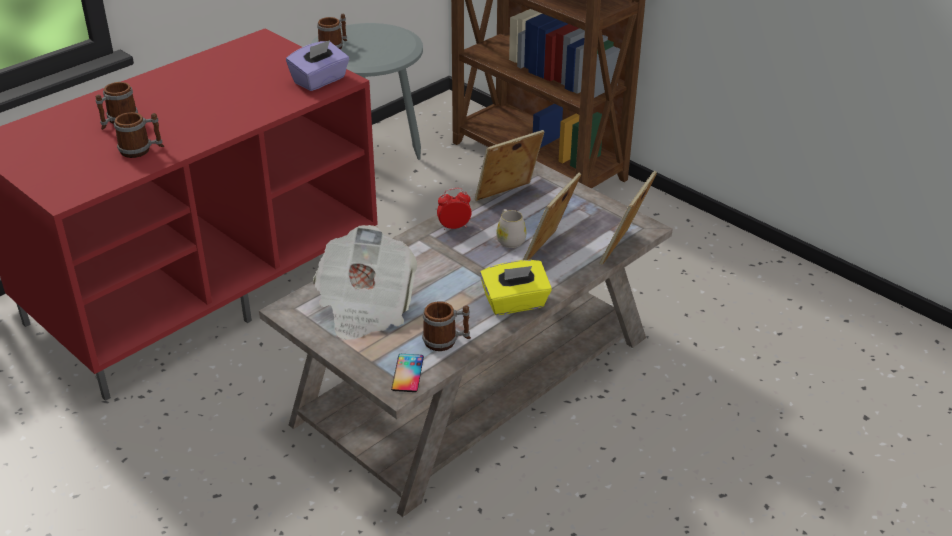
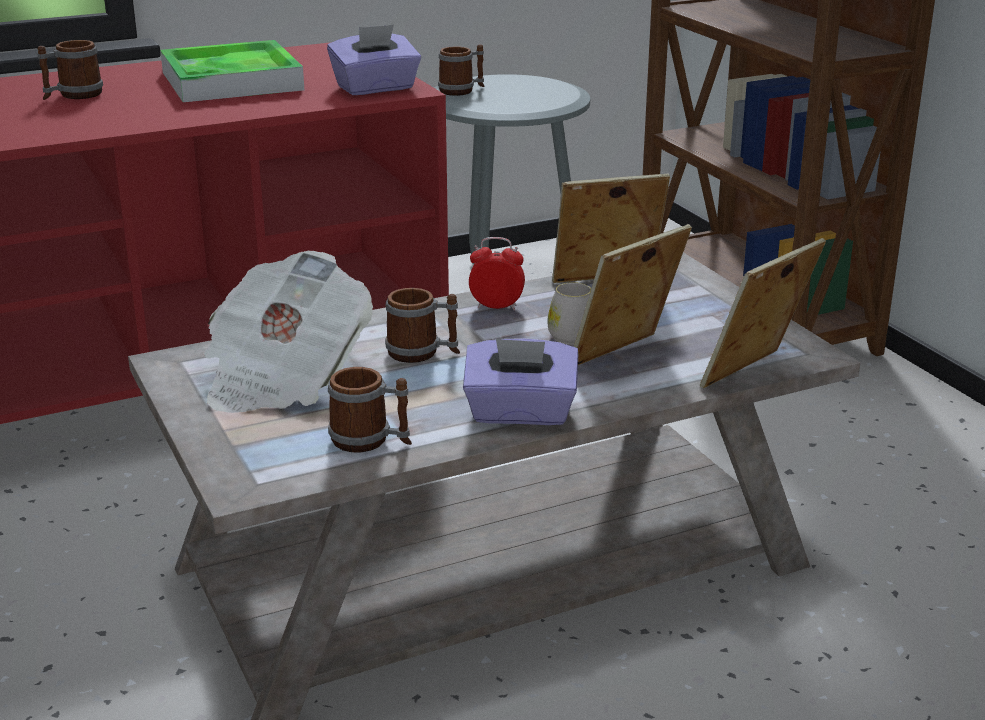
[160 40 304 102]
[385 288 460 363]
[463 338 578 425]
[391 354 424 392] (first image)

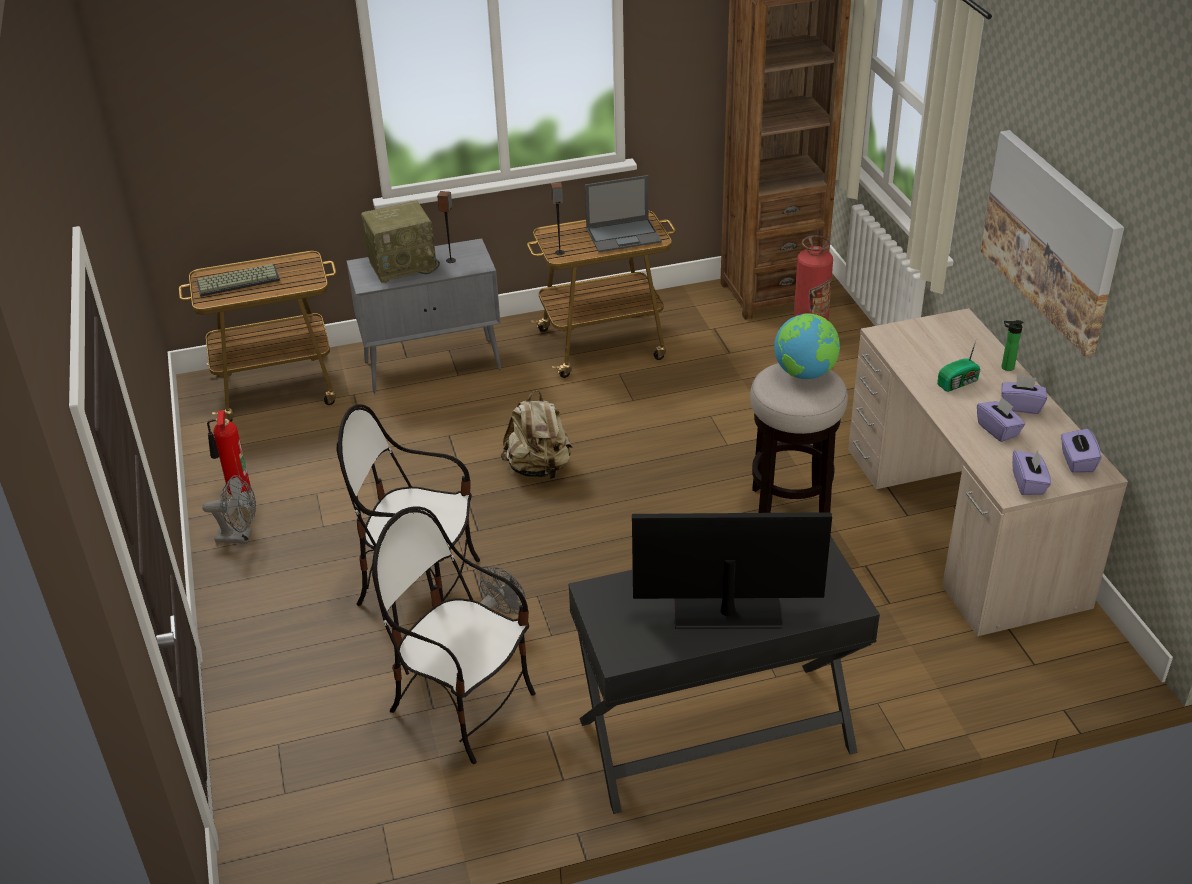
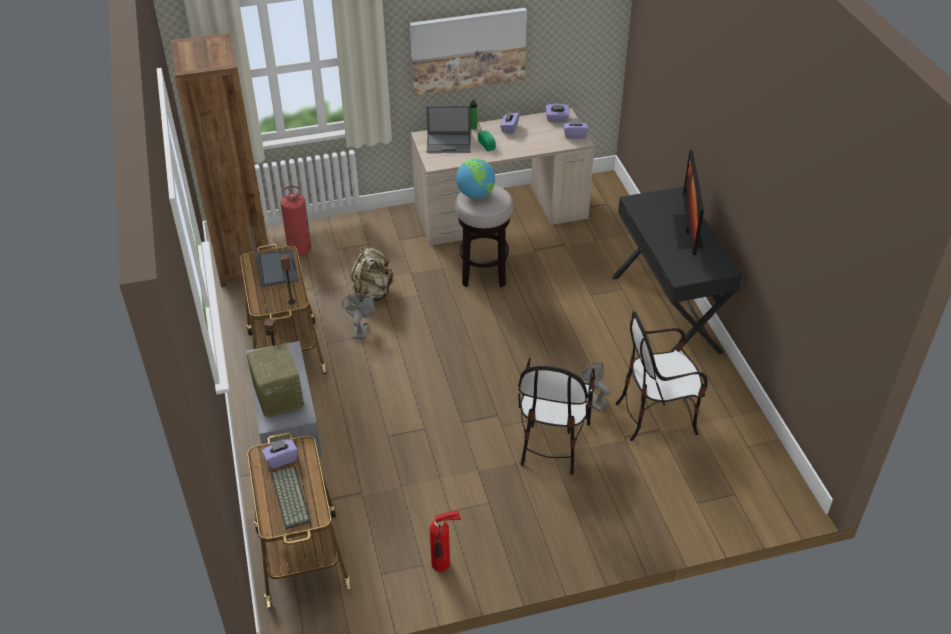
[262 439 298 469]
[342 293 378 339]
[350 248 394 303]
[426 106 471 153]
[615 311 708 441]

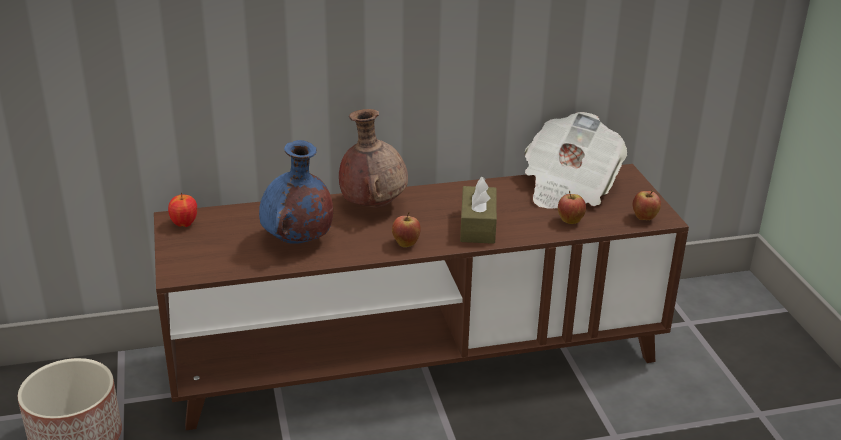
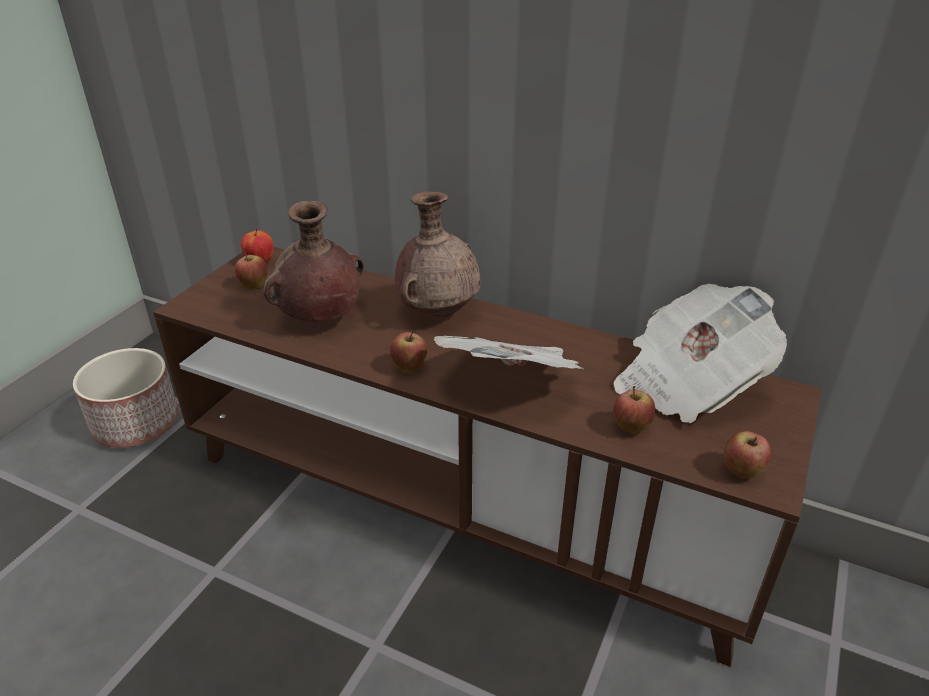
[235 251 268 290]
[263 201 364 322]
[434 336 584 369]

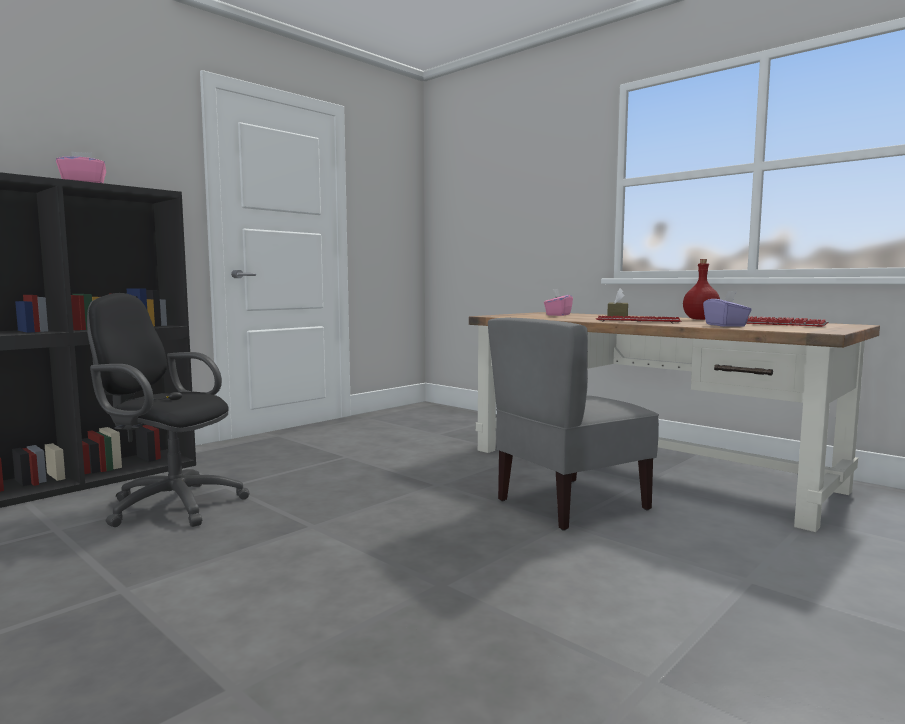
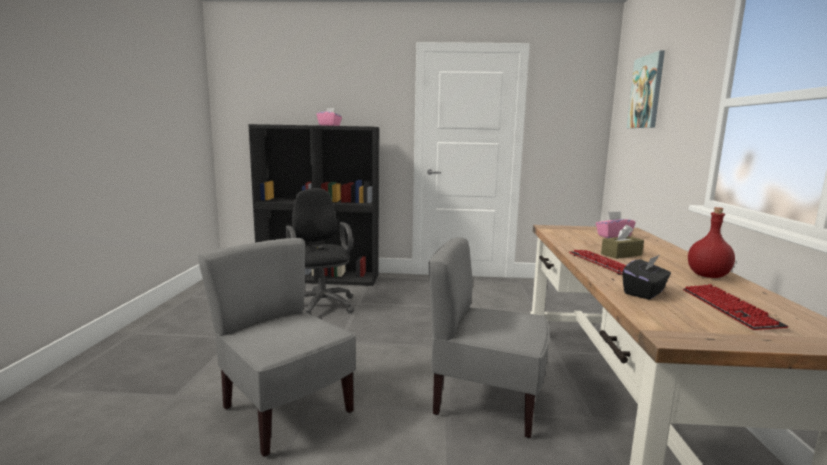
[198 238 356 457]
[623 255 671 300]
[627 50 665 128]

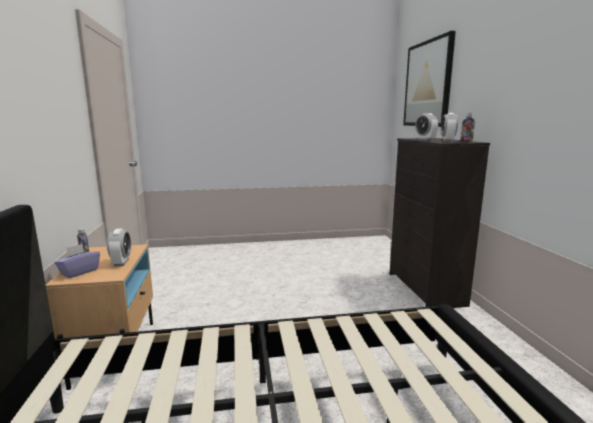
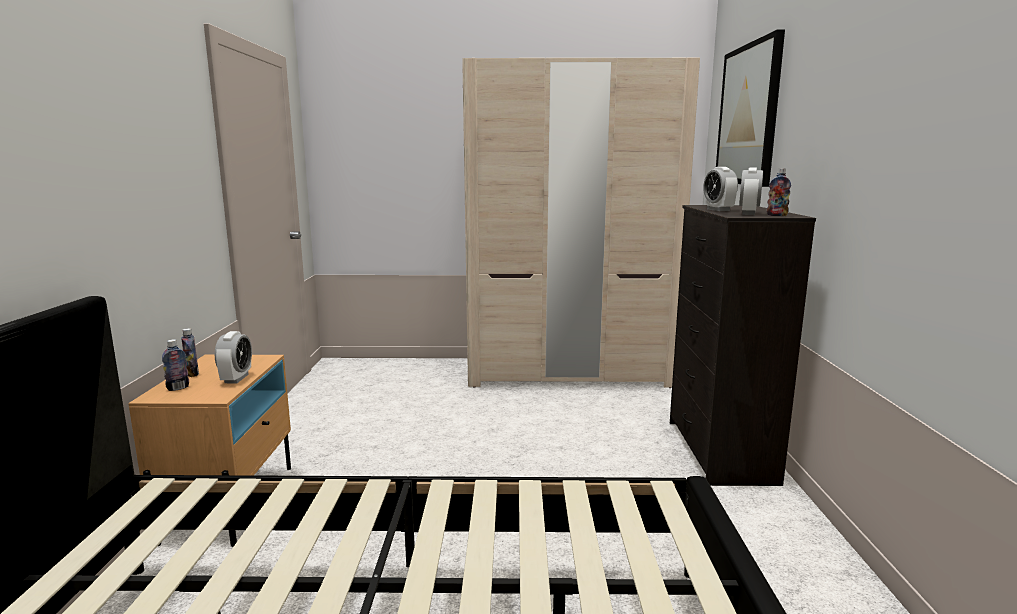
[162 339 189 391]
[462 57 700 388]

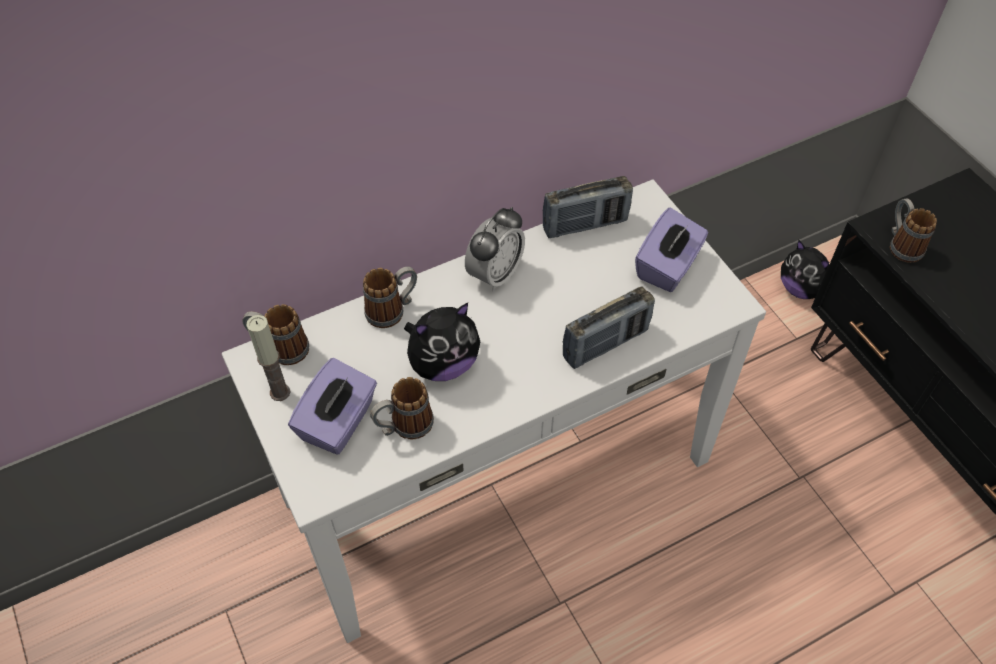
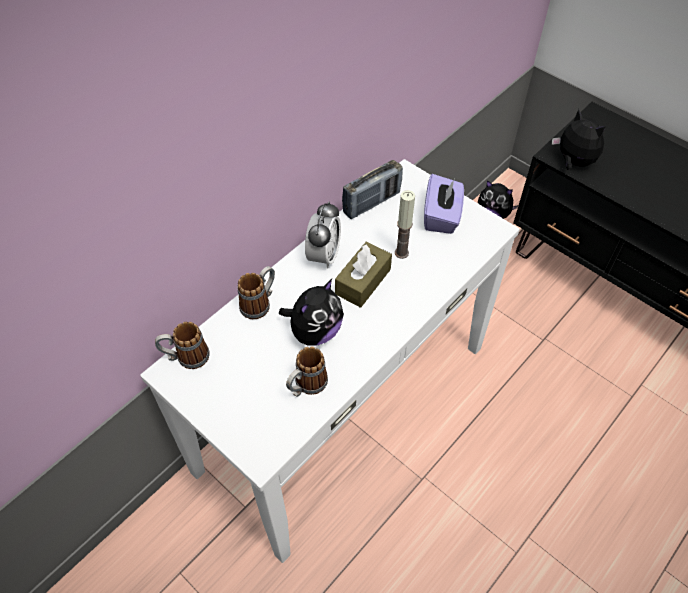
[335 241 392 308]
[395 190 415 259]
[552 109 606 170]
[288 358 377 455] (first image)
[563 286 655 369] (first image)

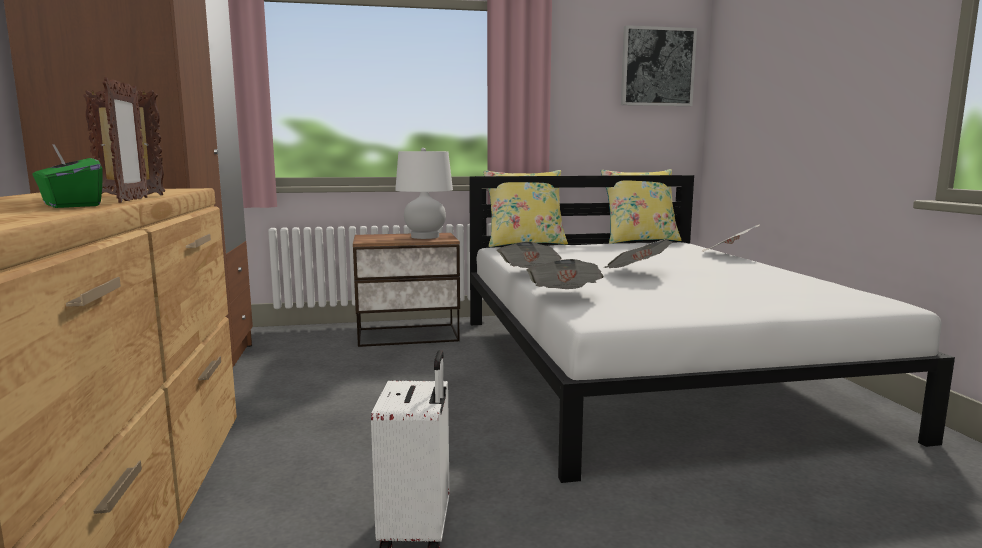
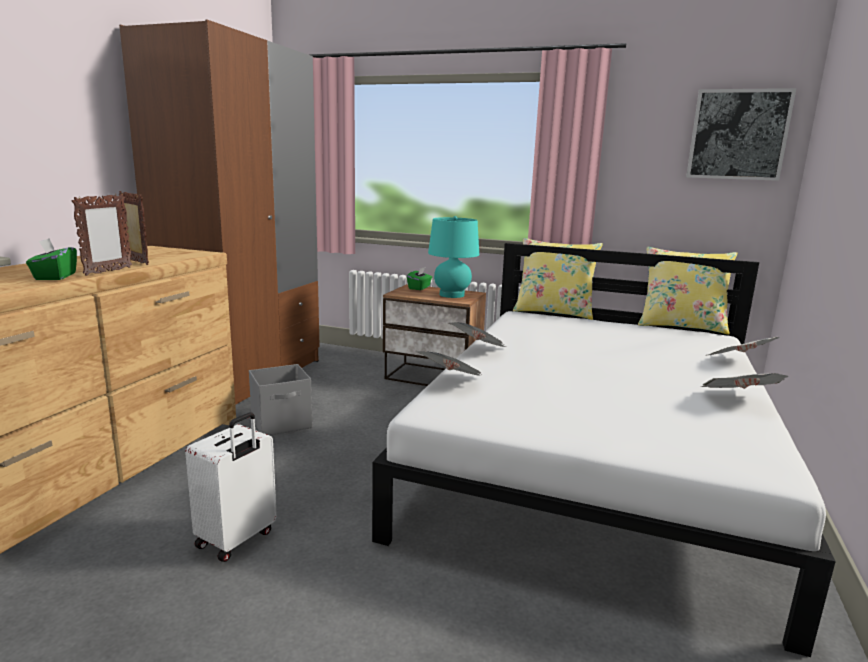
[249 364 312 435]
[407 267 432 290]
[428 216 479 298]
[701 373 788 389]

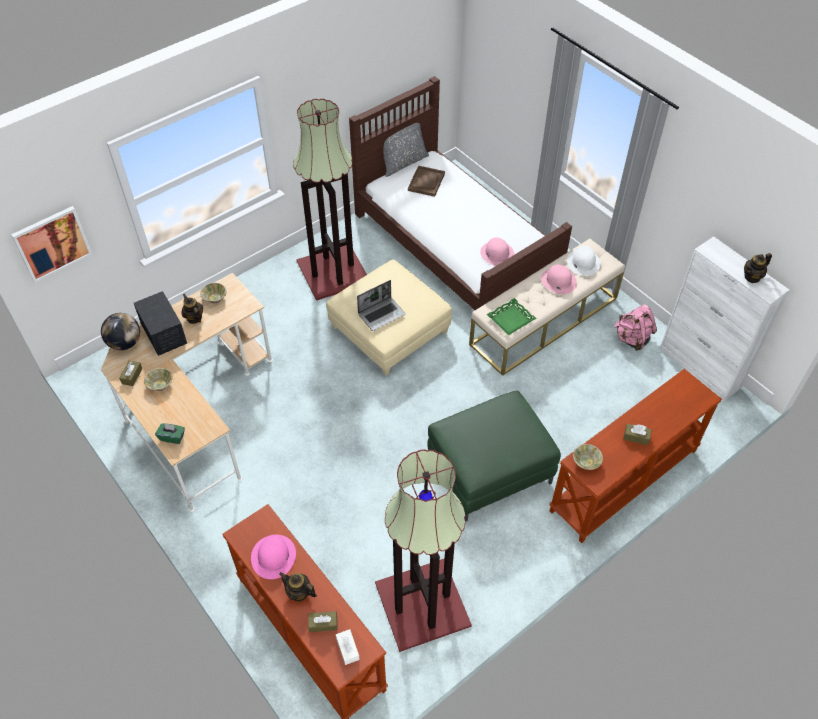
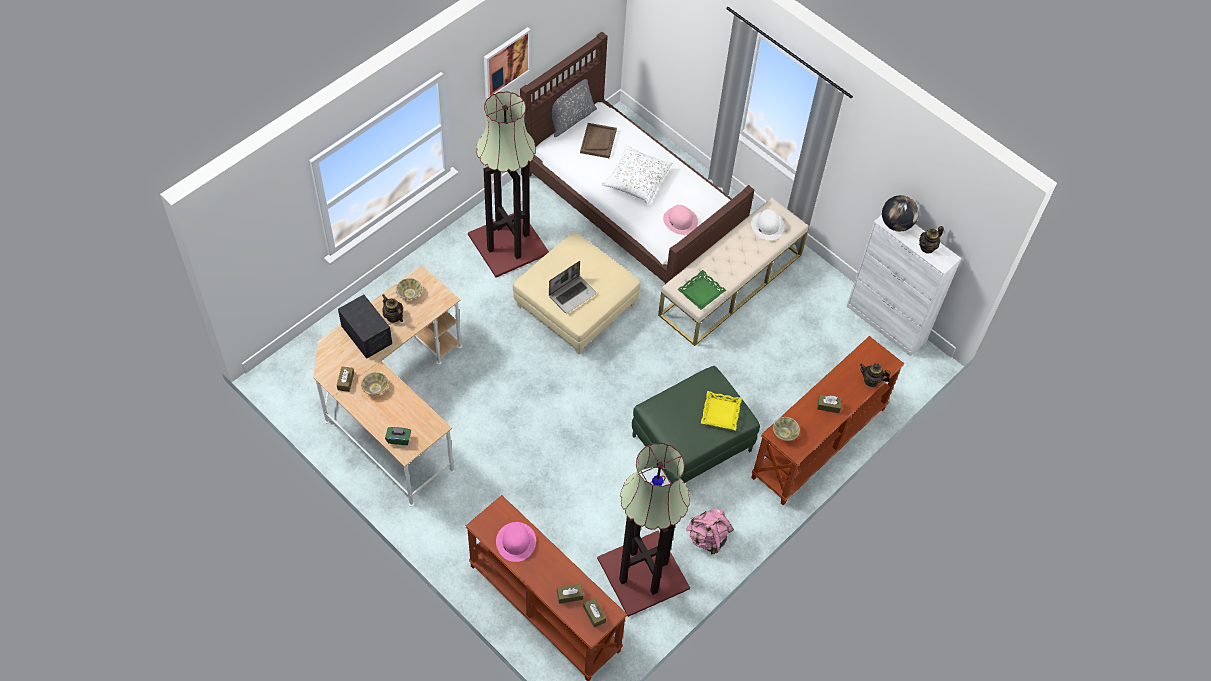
[484 27 531 99]
[583 598 606 628]
[601 145 672 204]
[686 508 734 554]
[701 391 742 430]
[860 363 891 387]
[882 195 919 231]
[541 265 577 294] (first image)

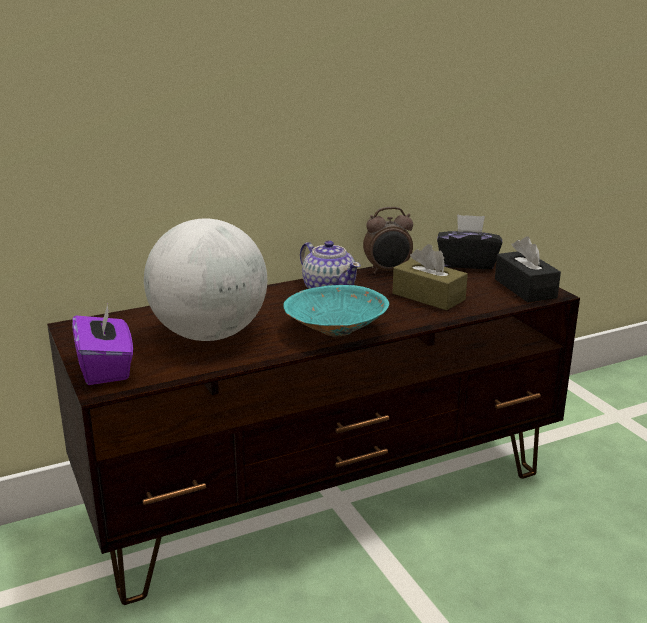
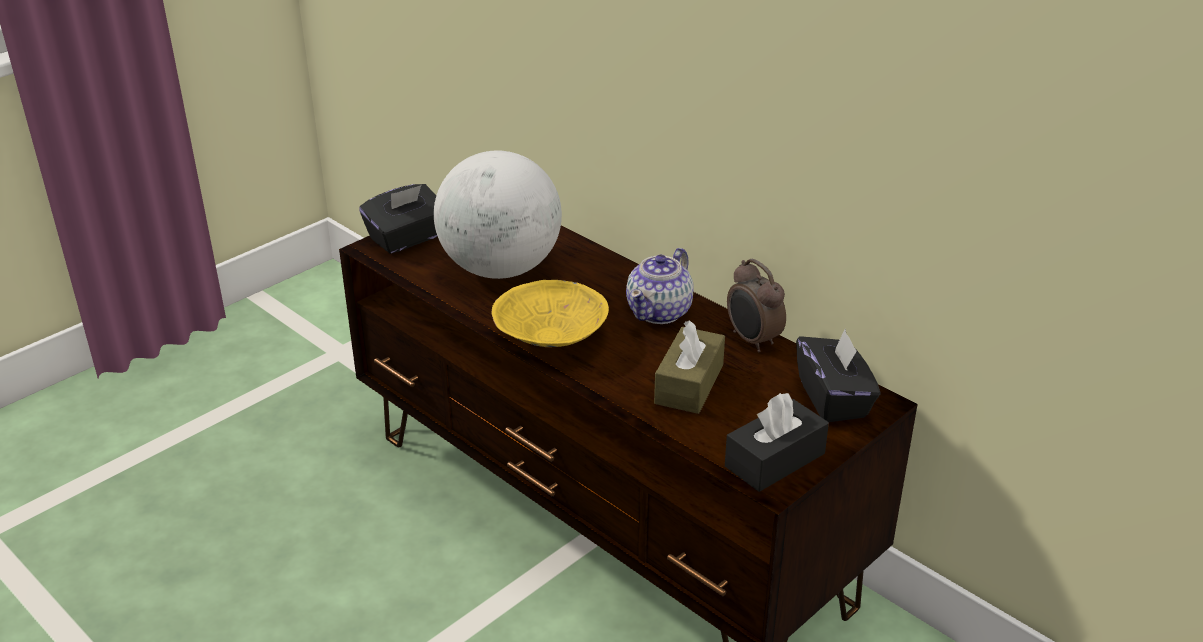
[359 184 438 254]
[492 280 609 347]

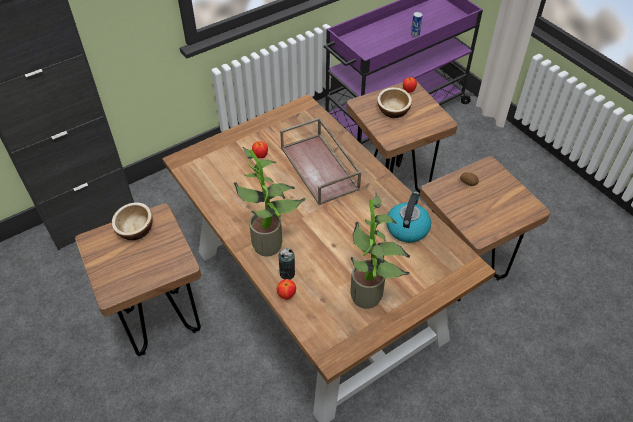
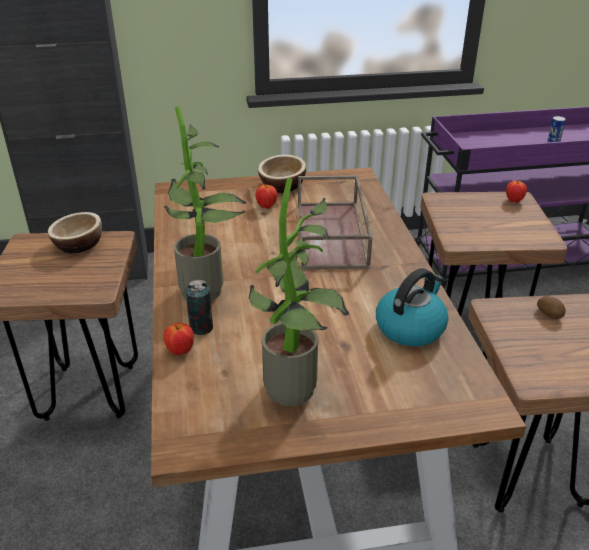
[258 155 306 193]

